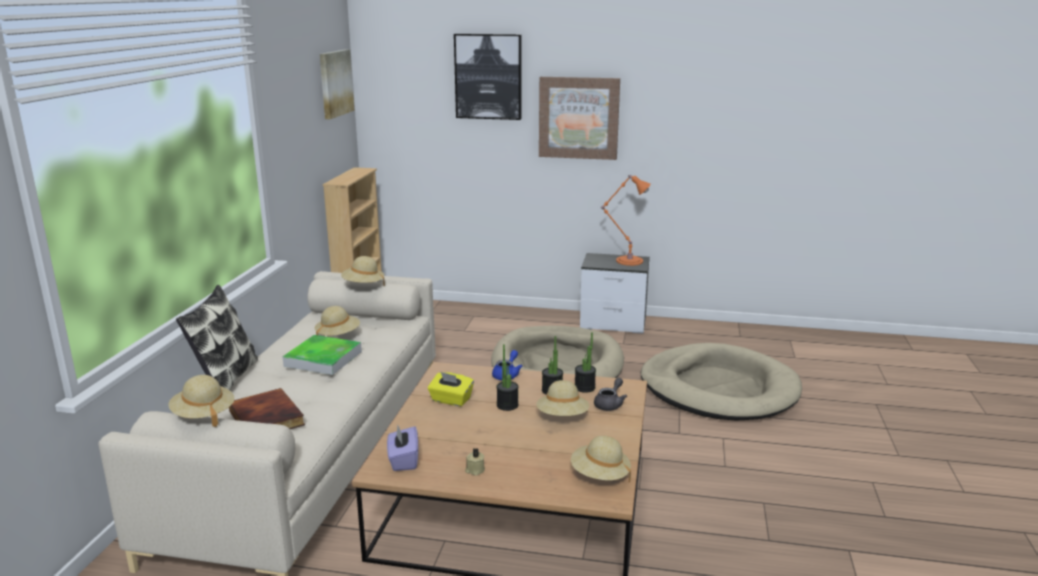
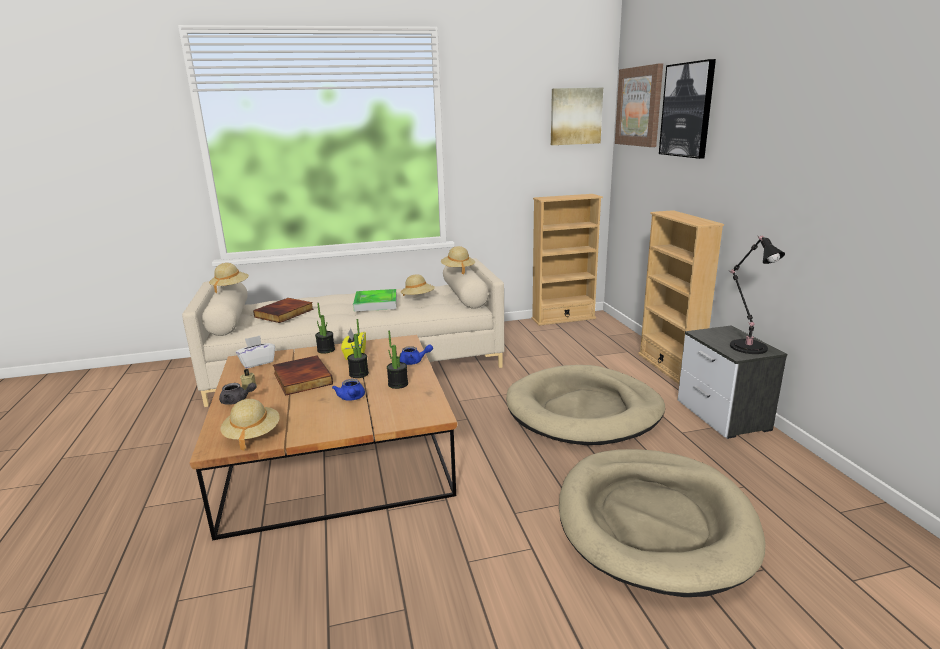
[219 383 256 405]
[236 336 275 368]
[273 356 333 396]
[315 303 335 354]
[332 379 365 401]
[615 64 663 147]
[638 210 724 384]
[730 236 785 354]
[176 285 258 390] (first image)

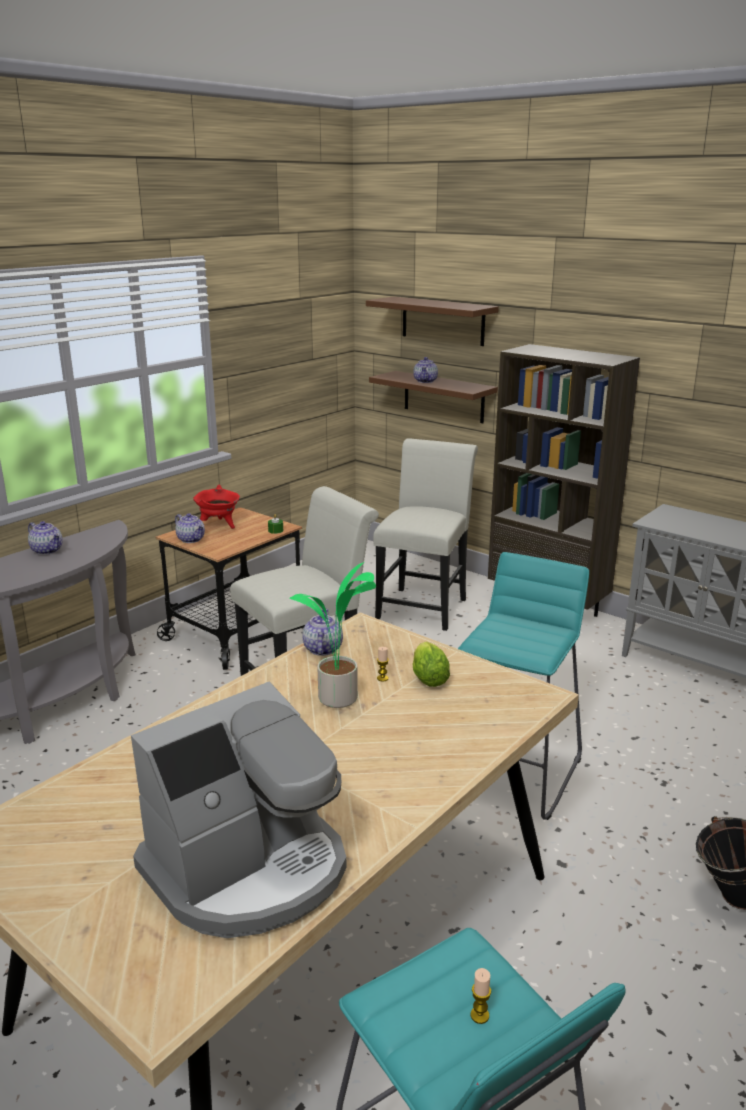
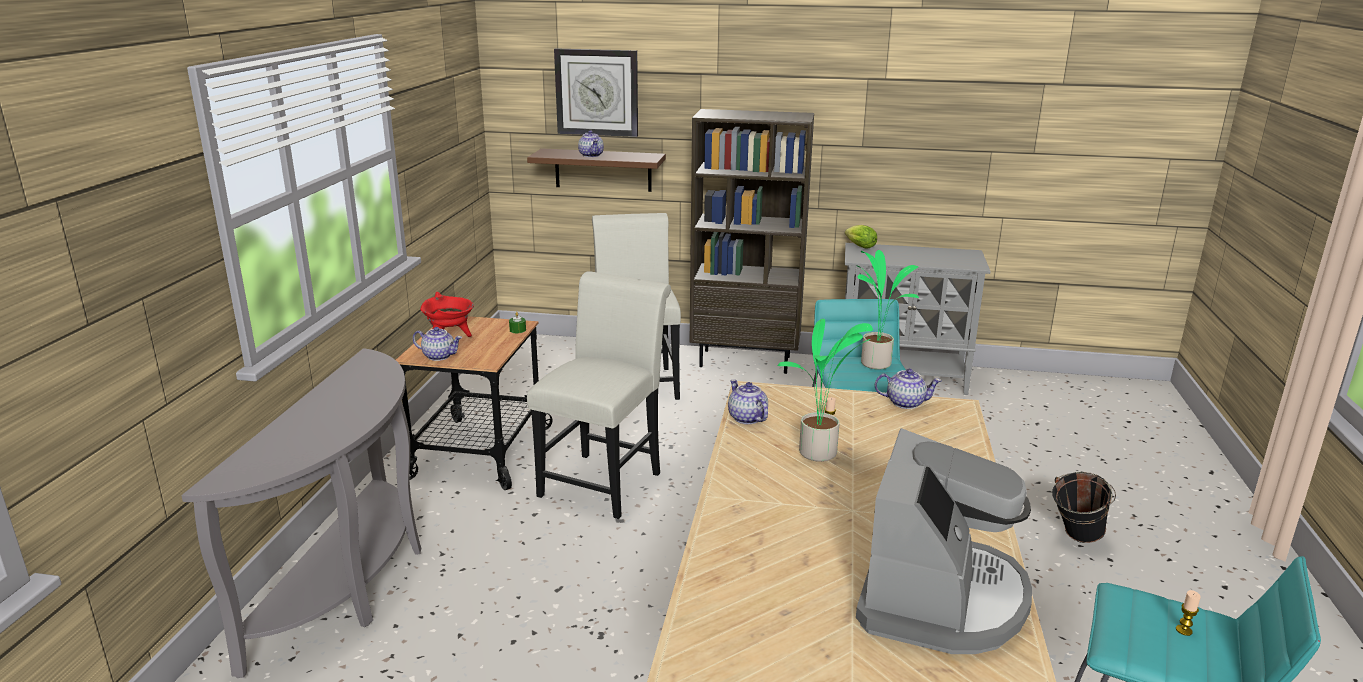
[554 48 638 137]
[845 225 877 249]
[856 250 919 370]
[875 369 942 409]

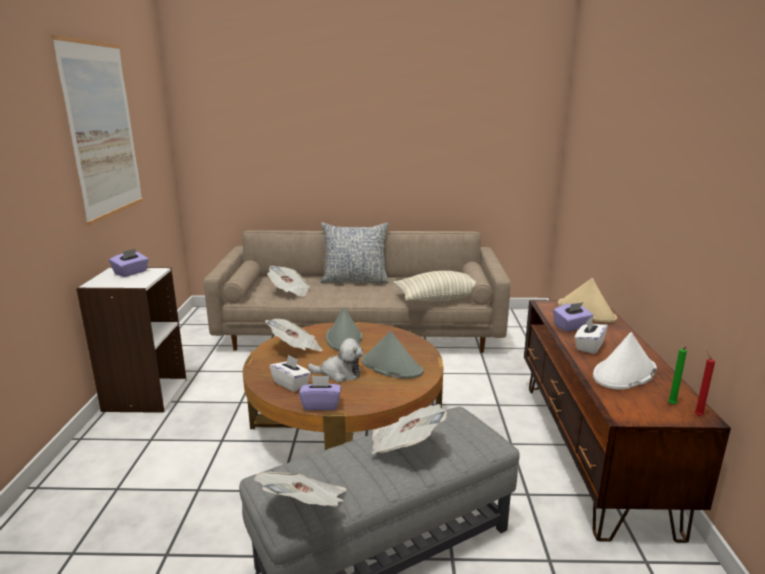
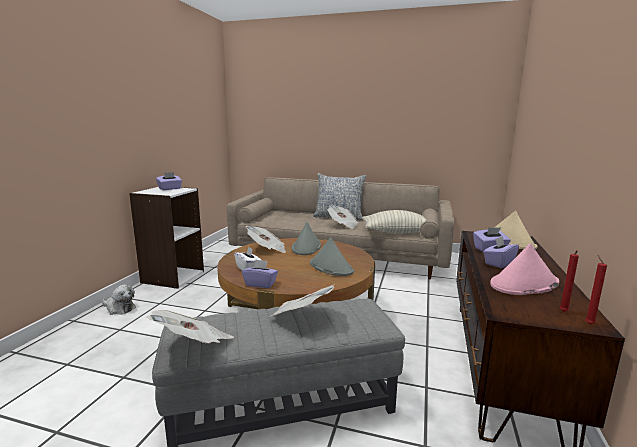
[102 284 136 315]
[327 205 359 229]
[483 236 519 268]
[490 243 559 295]
[559 250 579 312]
[51 35 143 226] (first image)

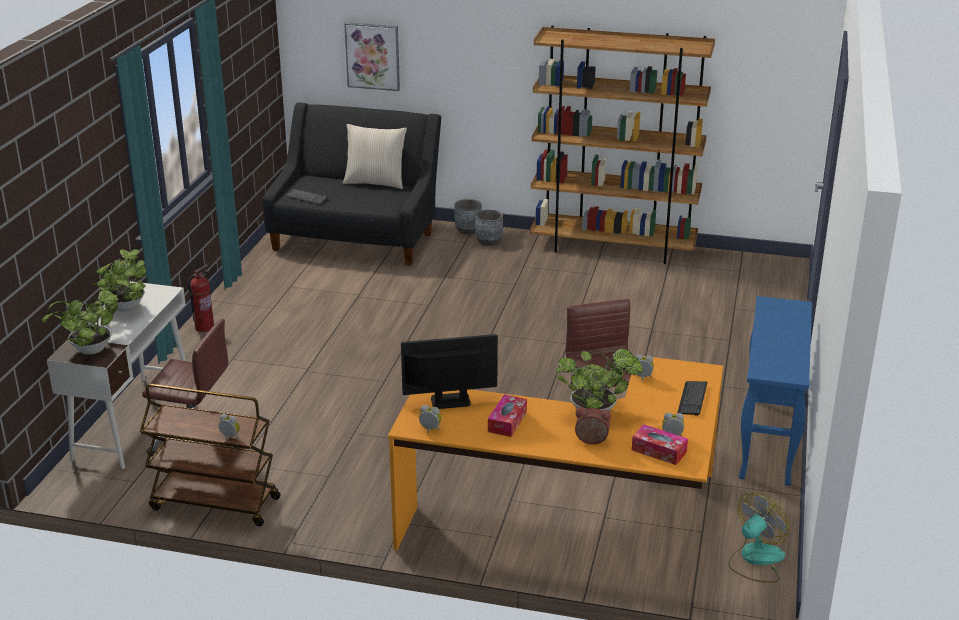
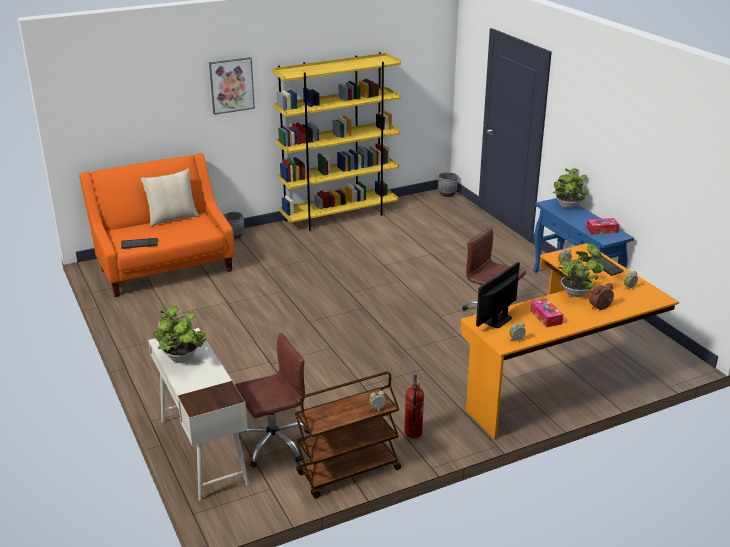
[79 153 235 297]
[209 57 255 115]
[272 52 401 231]
[405 374 424 438]
[438 172 458 197]
[553 168 588 208]
[586 218 619 234]
[728 492 790 583] (first image)

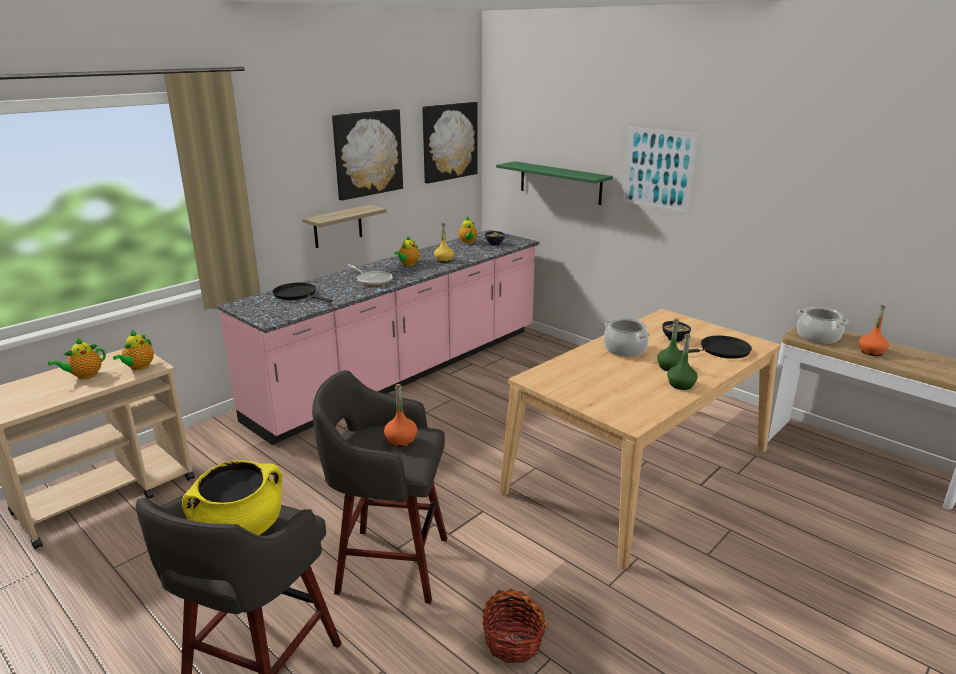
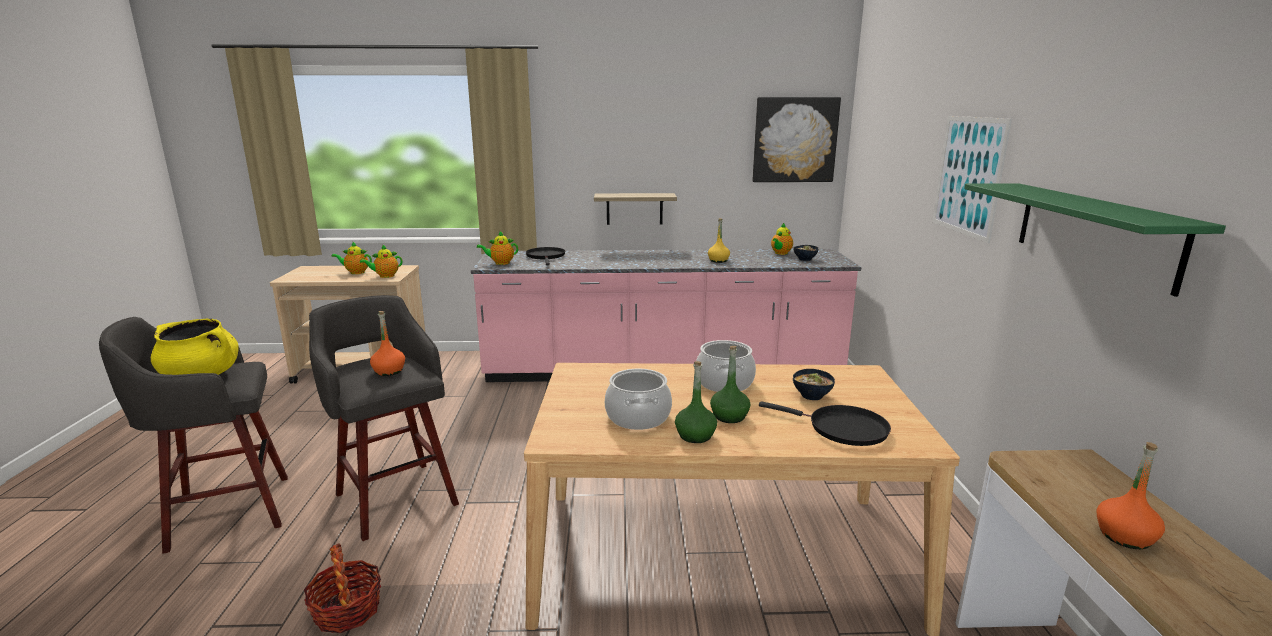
[477 231 518 265]
[605 369 672 430]
[964 183 1226 297]
[332 109 403 200] (first image)
[348 264 393 286] (first image)

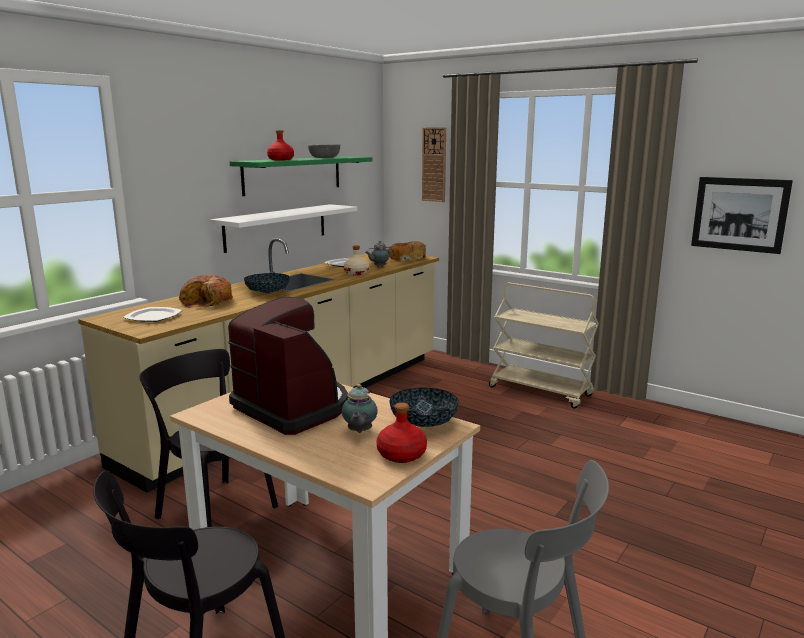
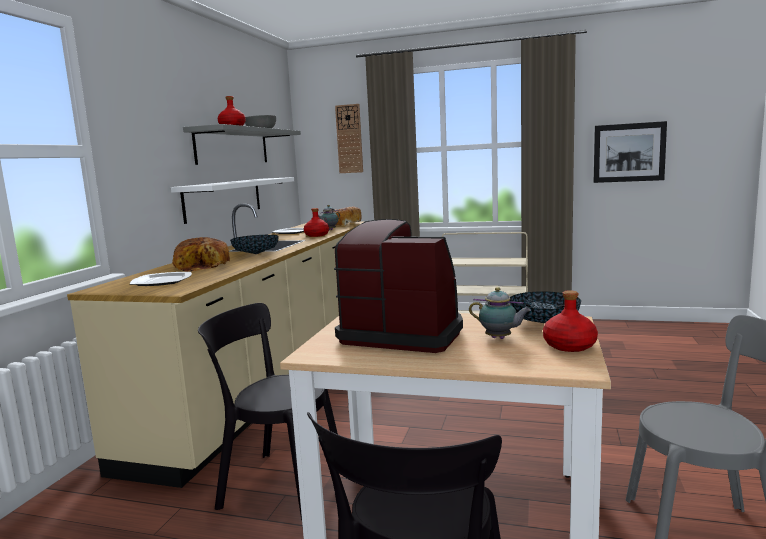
[183 124 301 165]
[304 208 329 237]
[469 287 531 339]

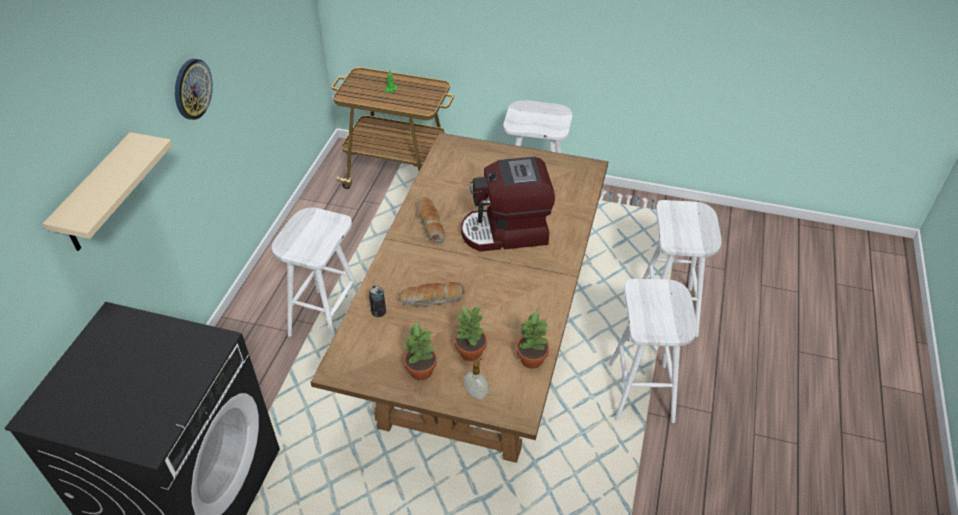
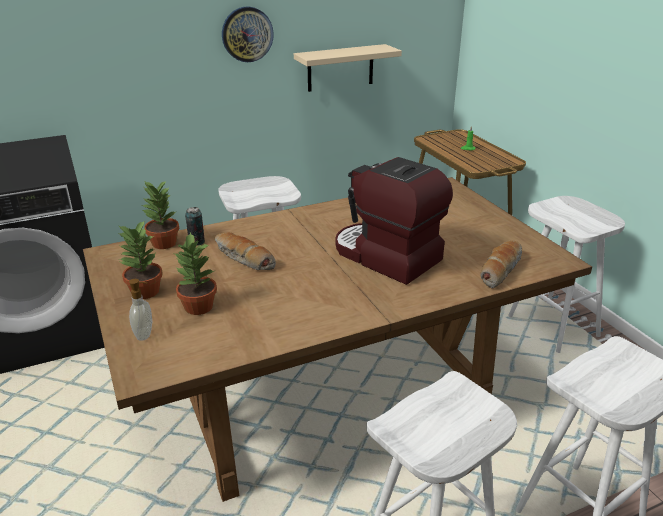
[142 180 179 249]
[294 44 402 92]
[480 240 522 289]

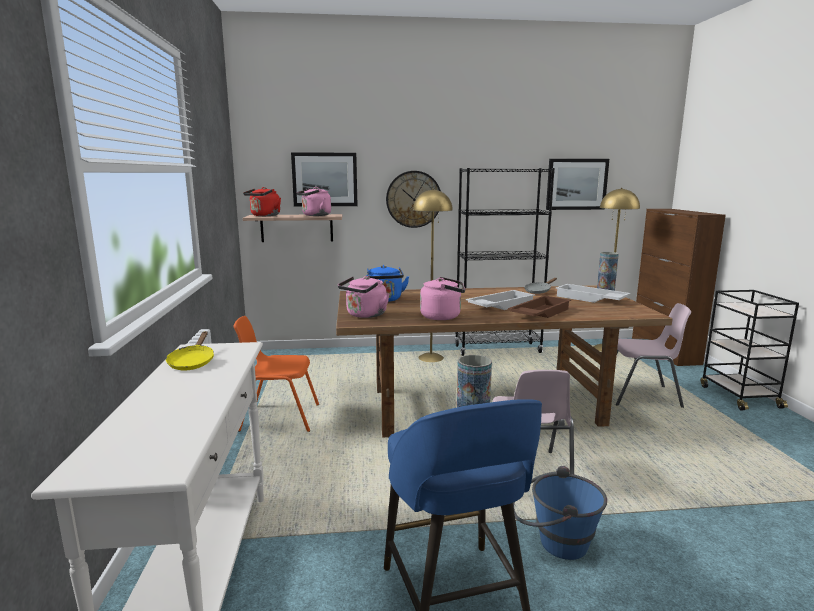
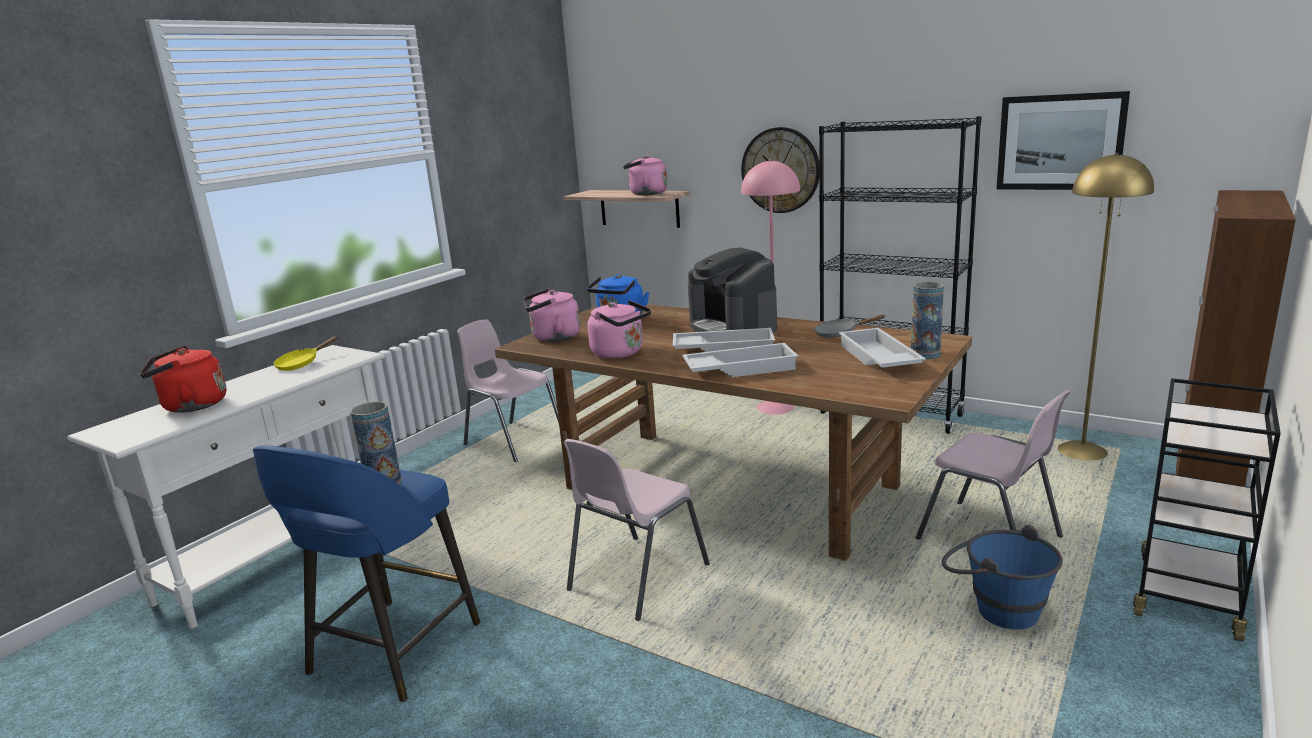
[140 346 226 413]
[457 319 559 462]
[682 343 798 377]
[688 247 777 333]
[741 159 800 415]
[942 525 1063 630]
[291 152 358 207] (first image)

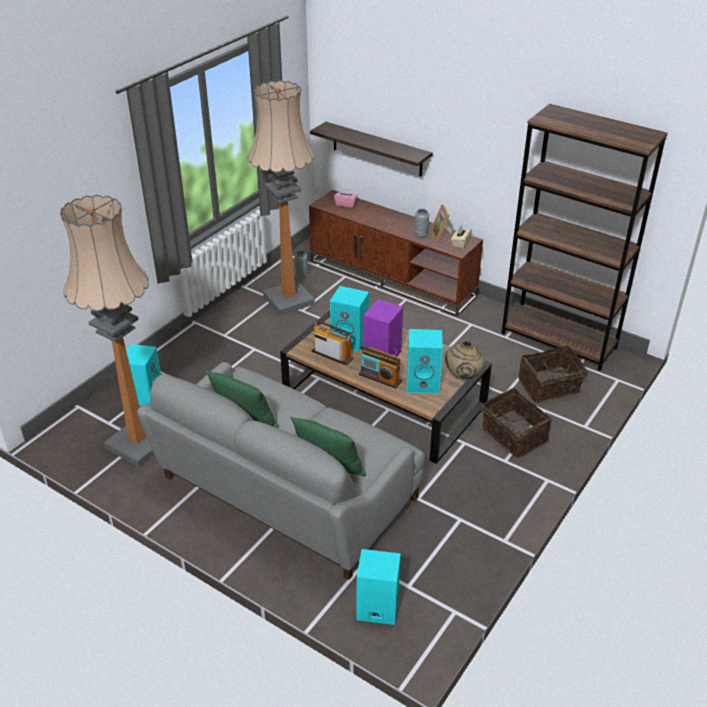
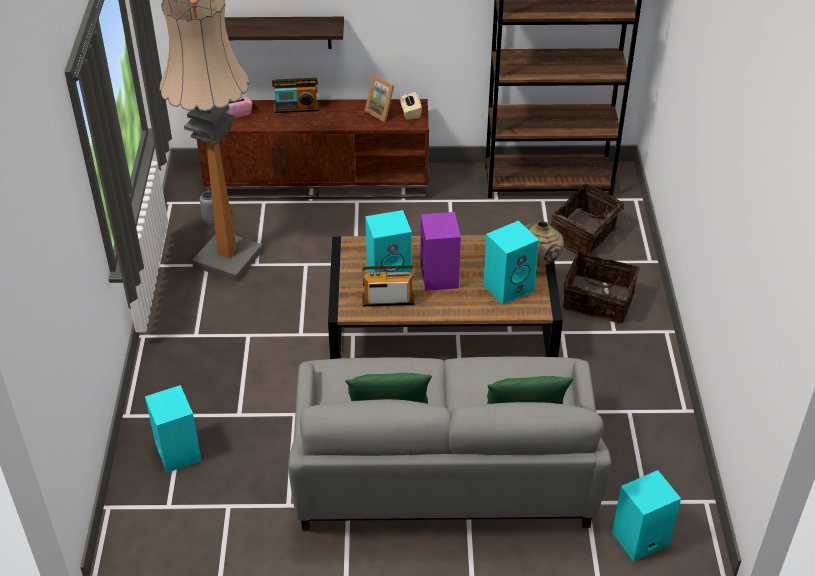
[272 78 319 113]
[60 195 154 467] (first image)
[414 209 429 238] (first image)

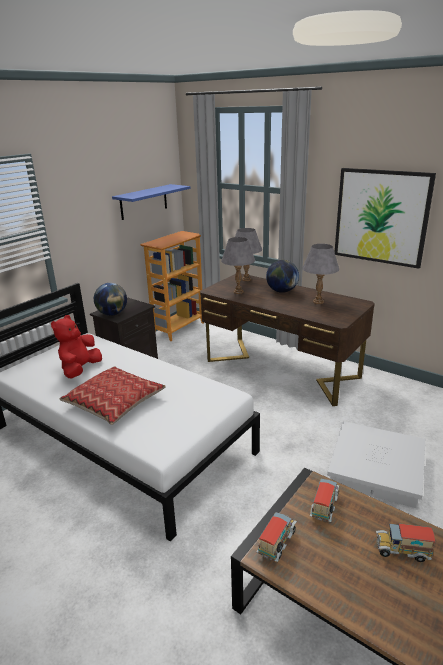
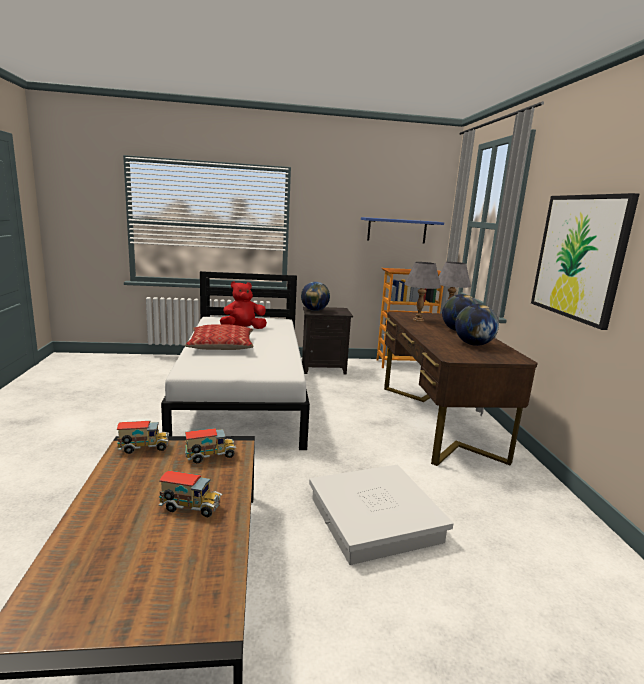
[159 471 222 517]
[455 304 499 346]

